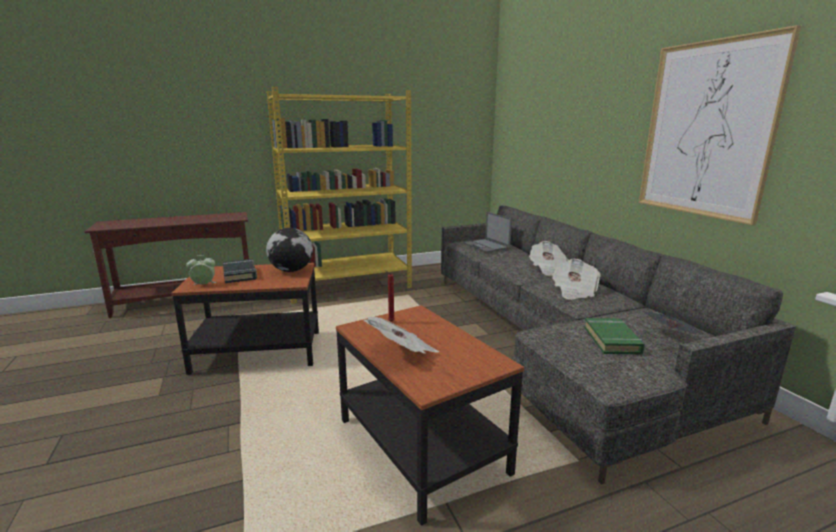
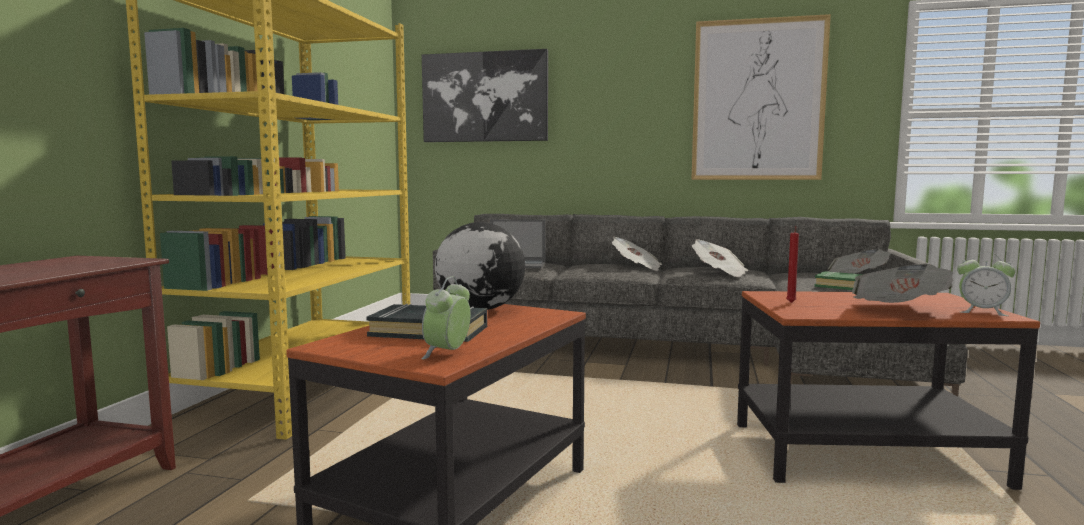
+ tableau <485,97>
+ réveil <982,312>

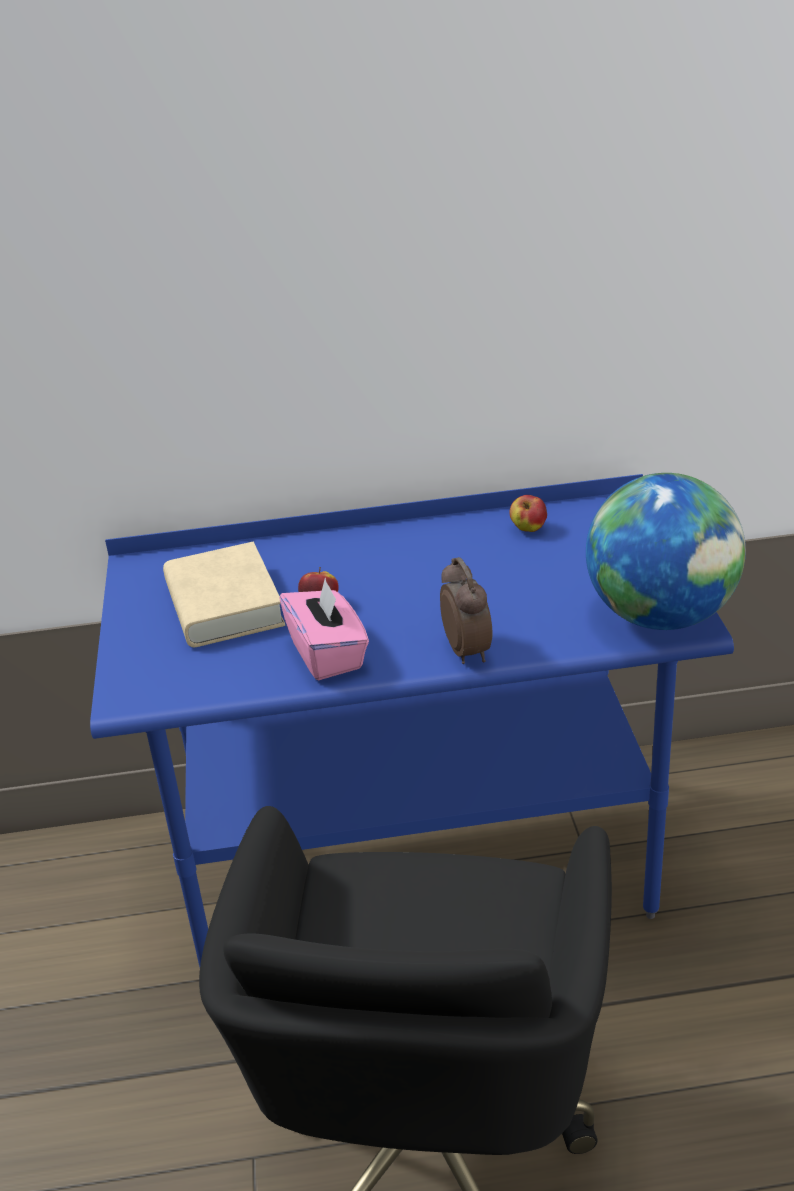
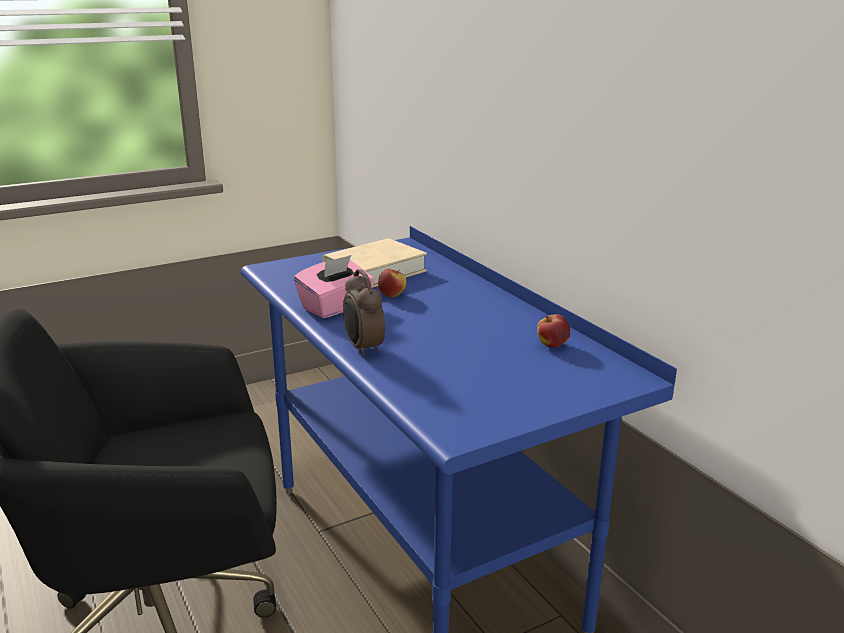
- globe <660,616>
~ réveil <468,651> = <363,348> 105 degrees clockwise

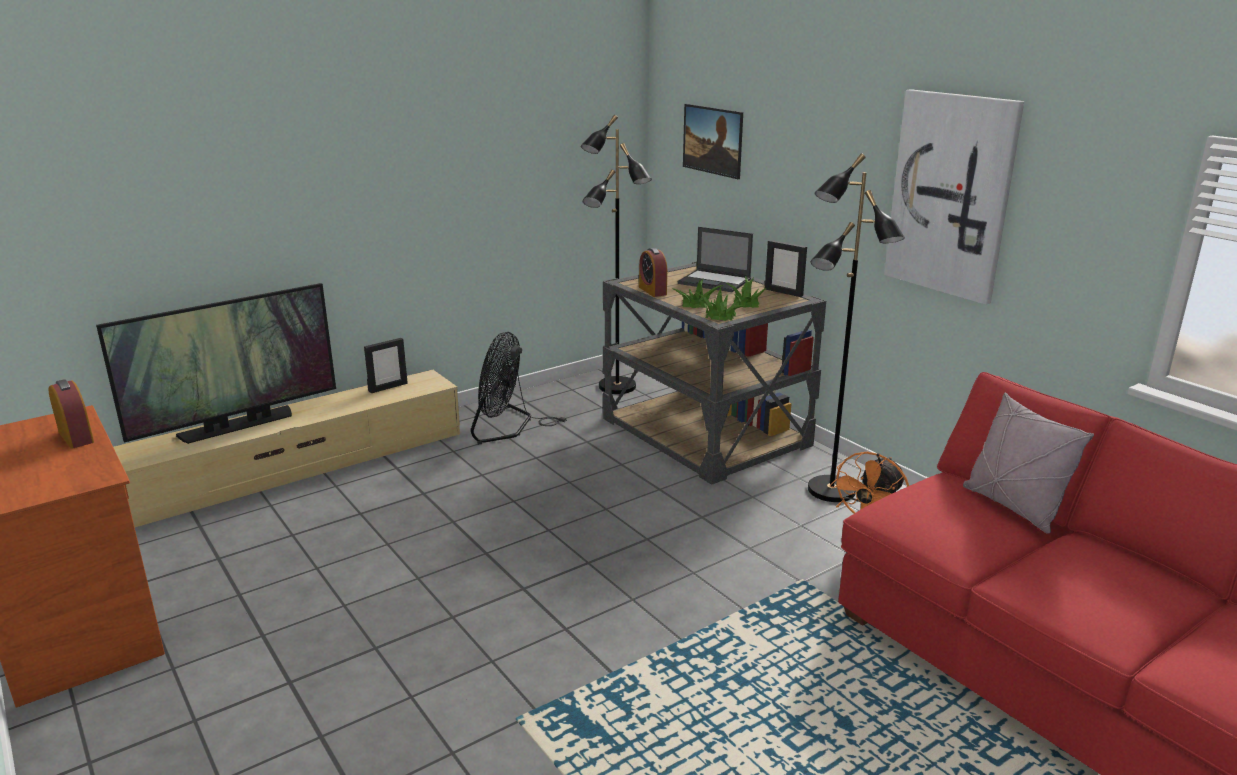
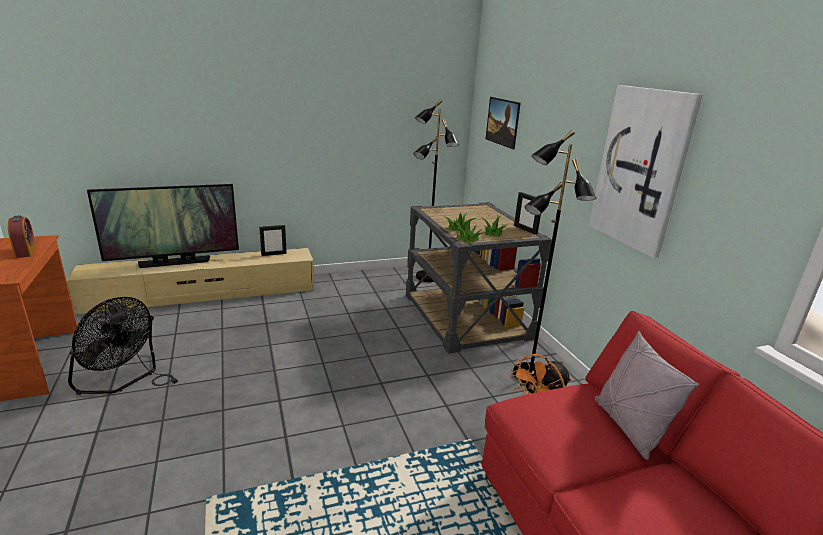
- réveil <652,291>
- ordinateur portable <715,282>
~ ventilateur [noir] <512,425> to <131,377>

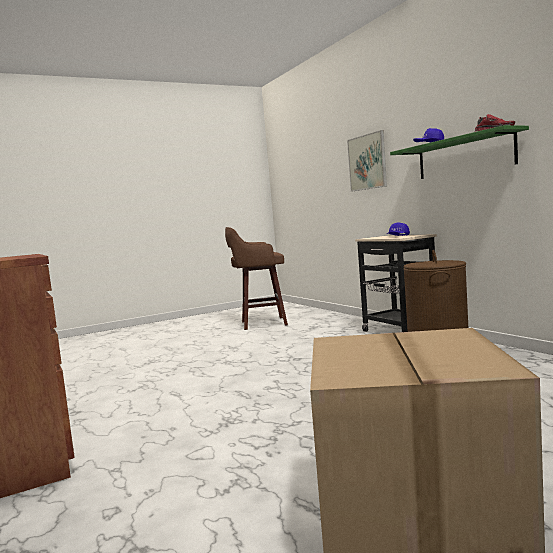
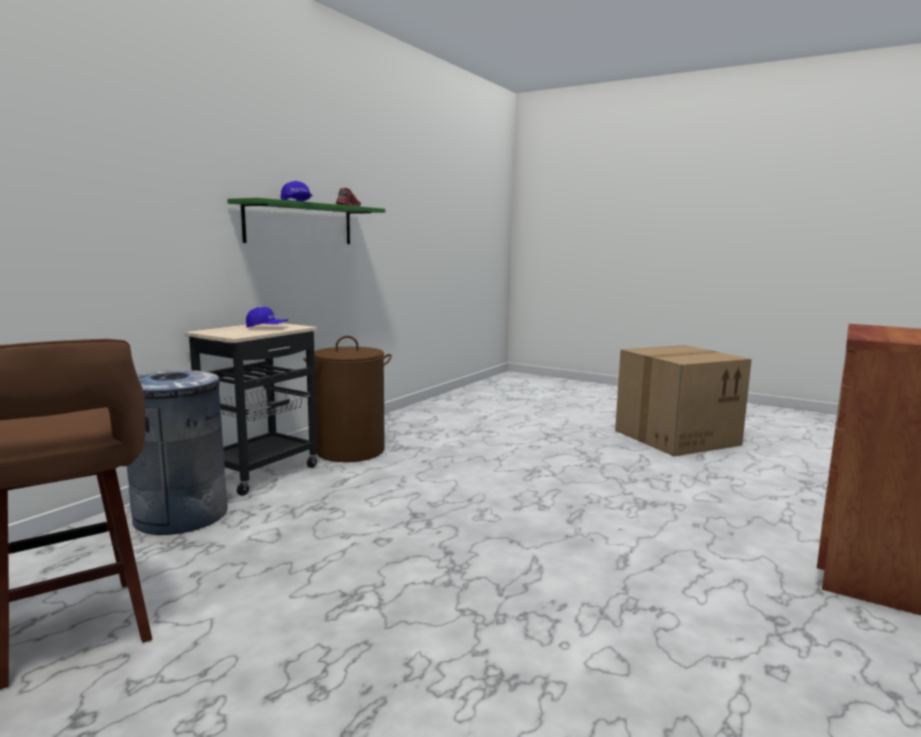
- tableau <367,162>
+ poubelle [gris] <180,516>

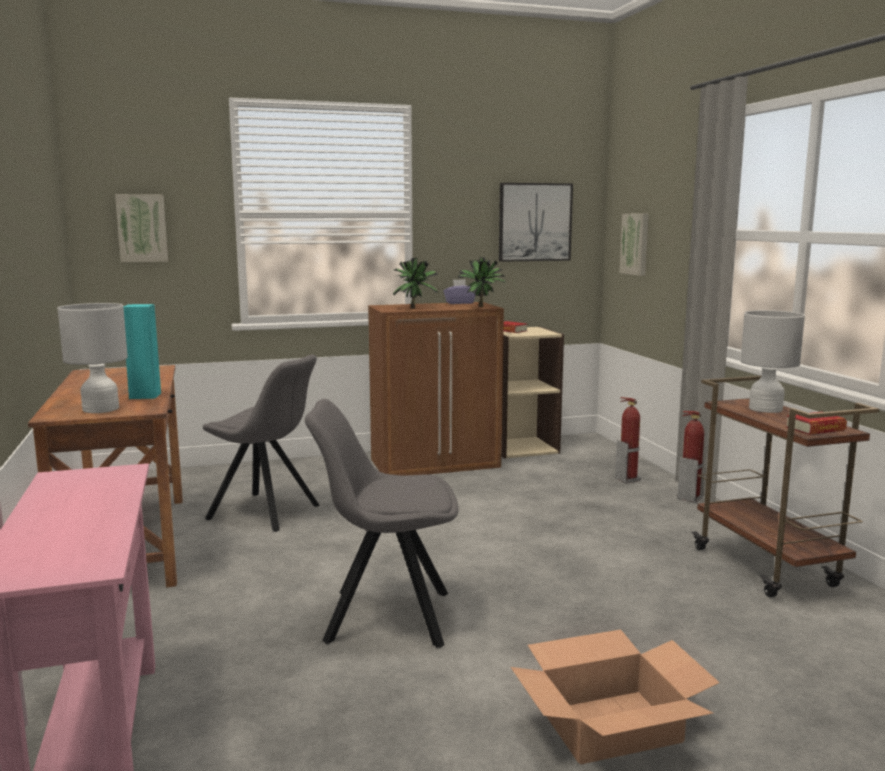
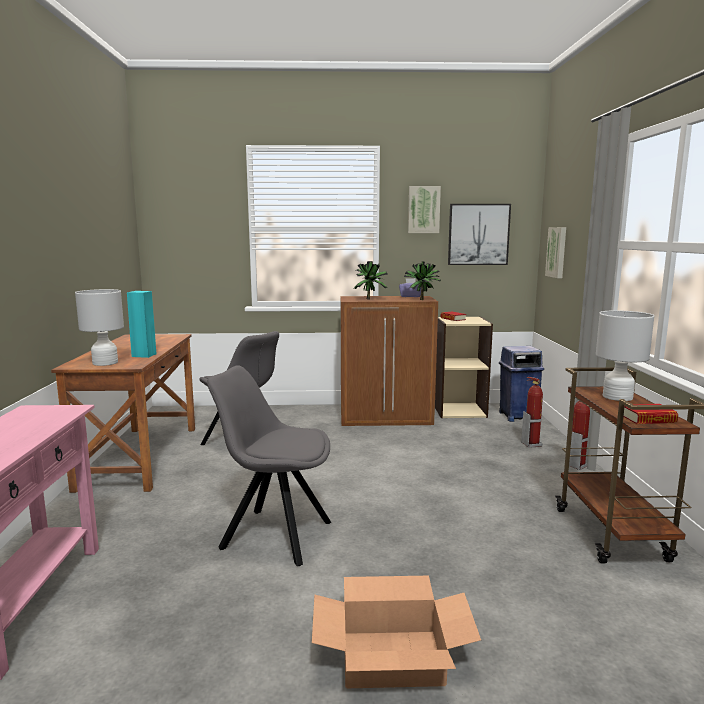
+ poubelle [bleu] <517,416>
~ tableau <142,228> to <423,209>

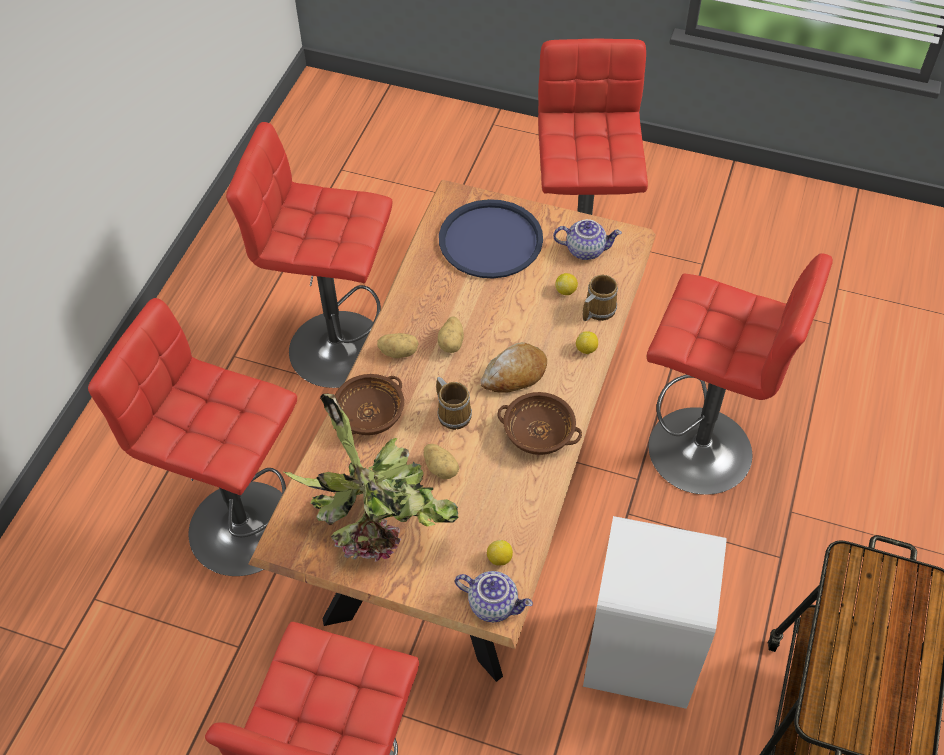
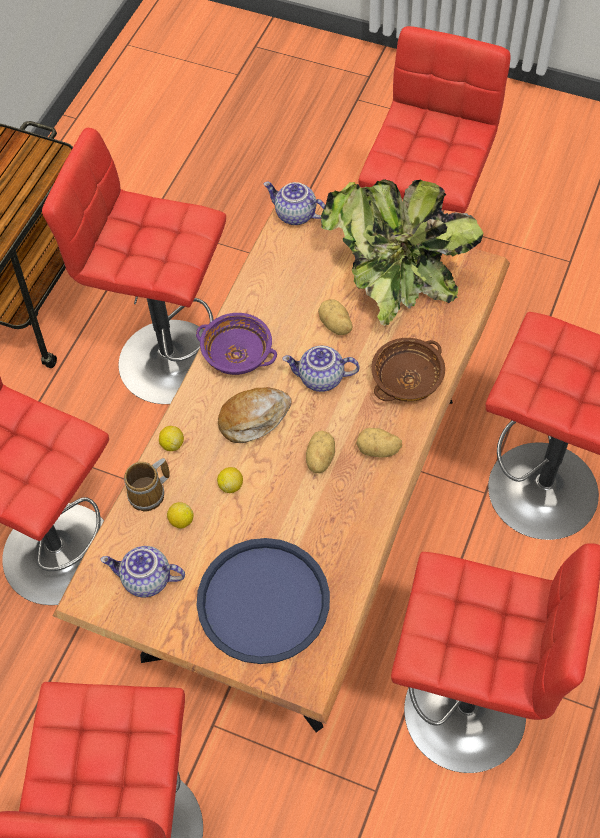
~ citron <499,559> to <231,485>
~ mug <454,413> to théière <320,379>
~ poubelle [blanc] <641,657> to tabouret [rouge] <168,360>
~ bol [marron] <538,434> to bol [violet] <238,354>

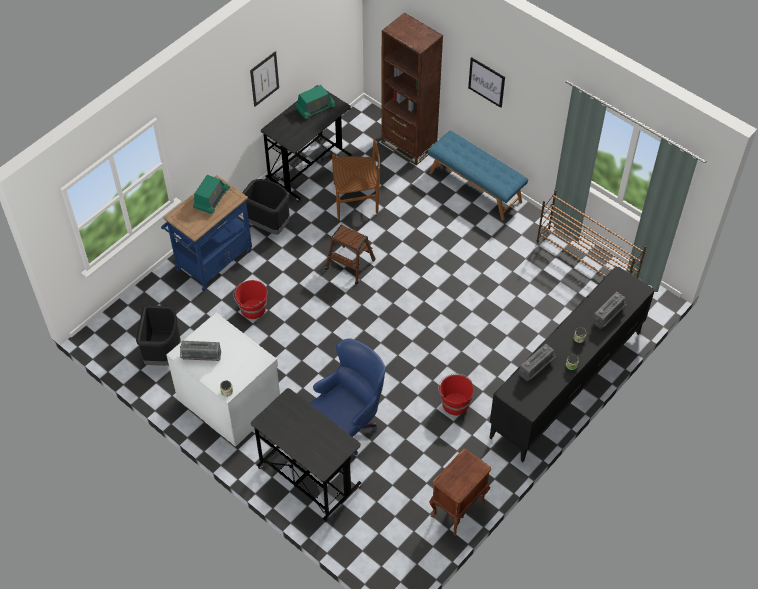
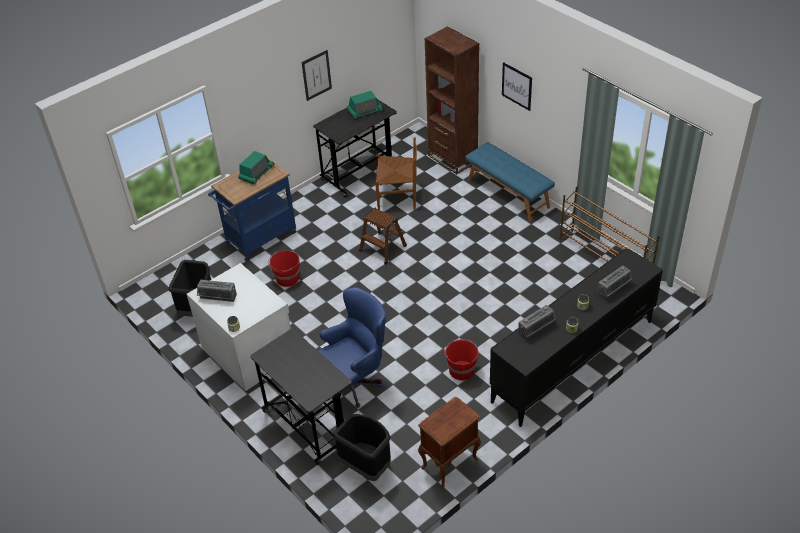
~ poubelle [noir] <268,225> to <366,466>

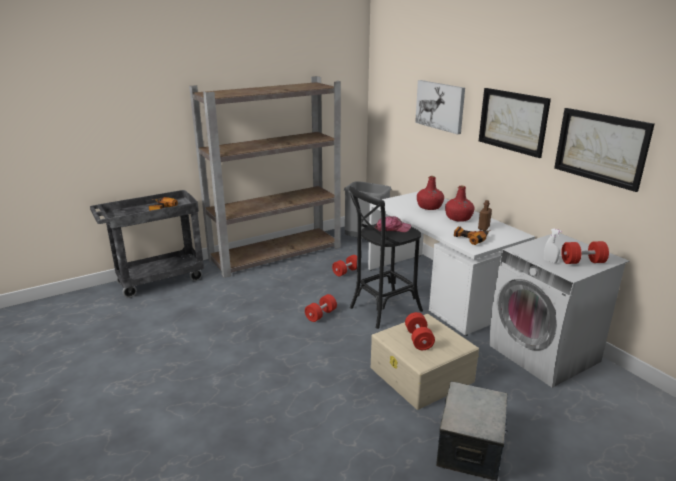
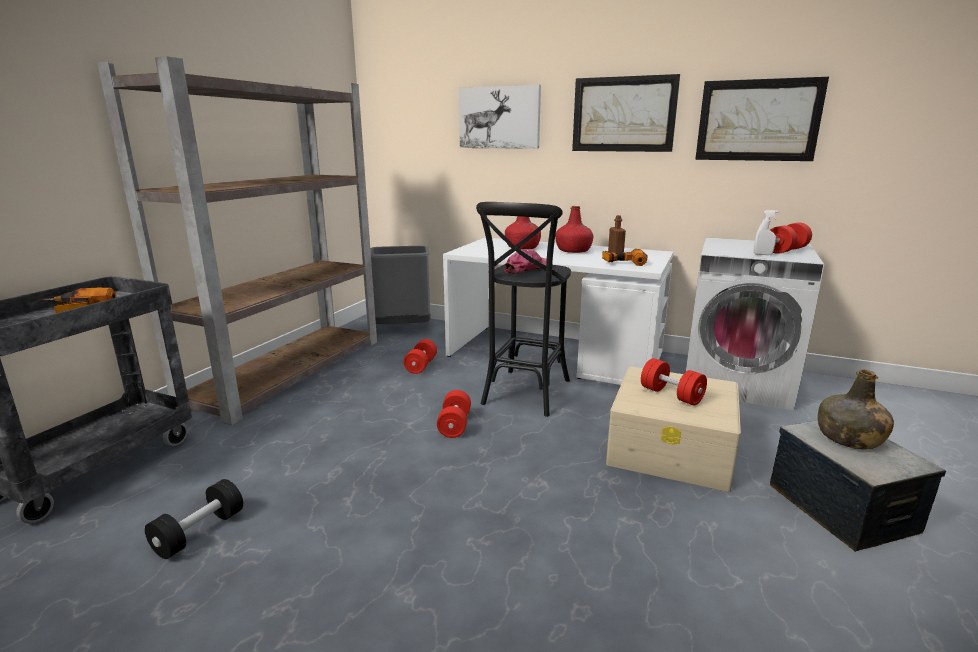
+ haltère [noir] <199,532>
+ bouteille [vert] <849,438>

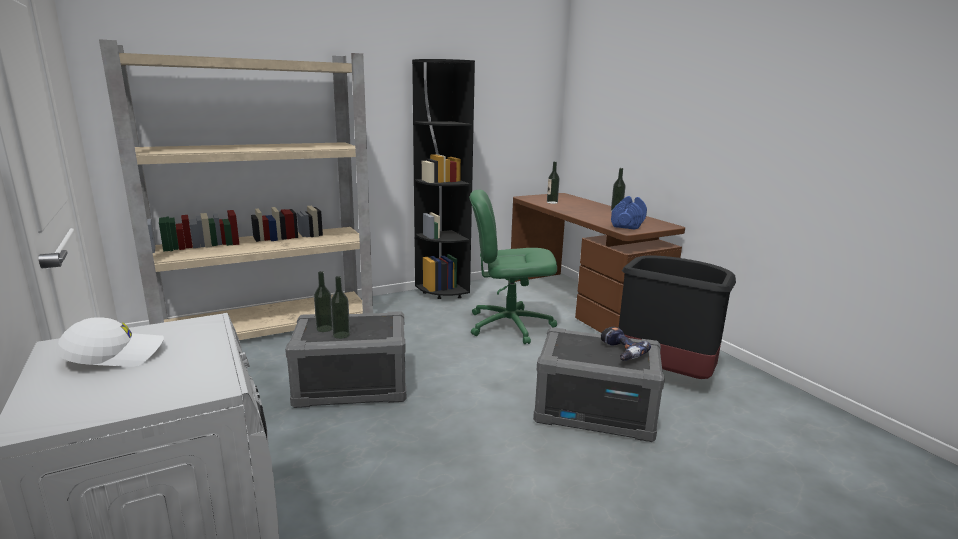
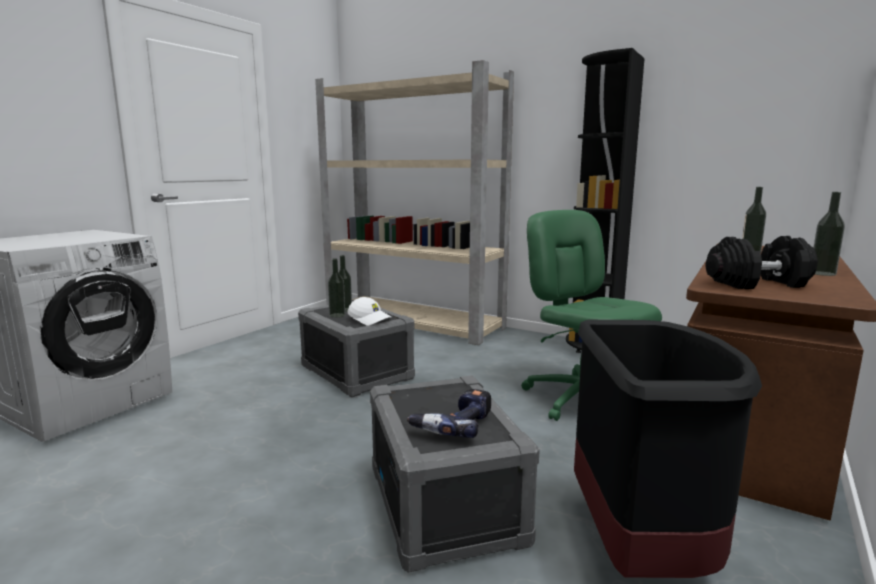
~ casquette [blanc] <115,355> to <370,319>
~ haltère [bleu] <628,224> to haltère [noir] <757,284>

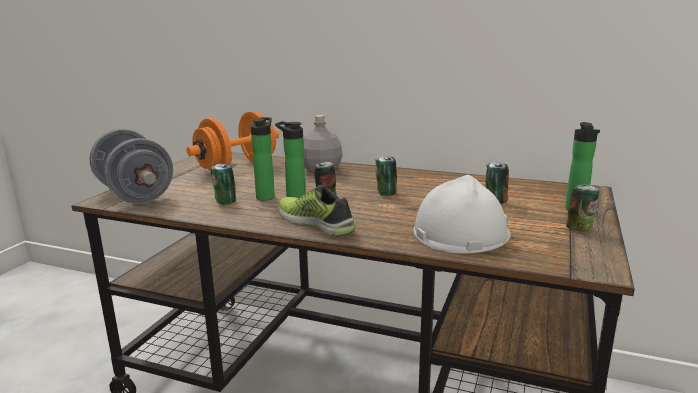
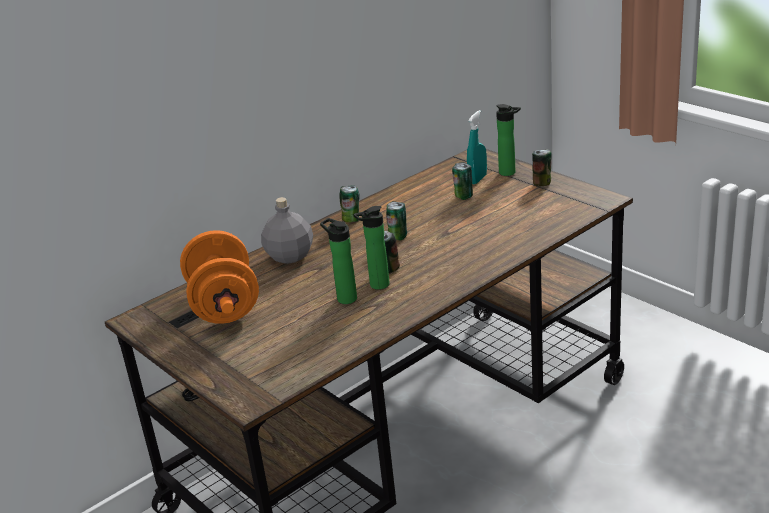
- haltère [gris] <135,195>
- chaussure <316,223>
- casque de chantier [blanc] <460,232>
+ vaporisateur [turquoise] <477,179>
~ boîte métallique <225,202> to <351,219>

